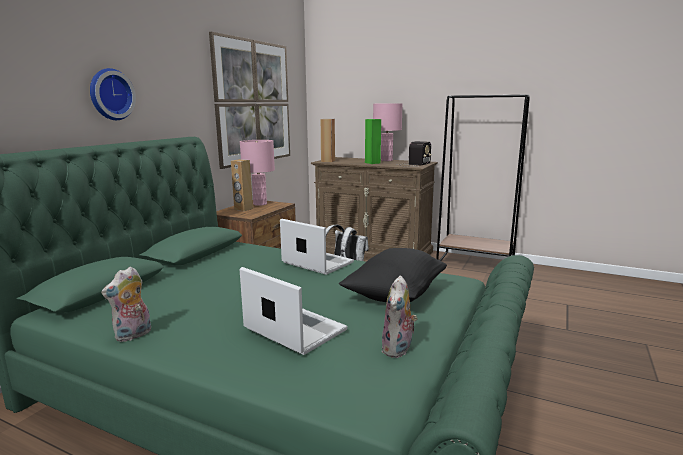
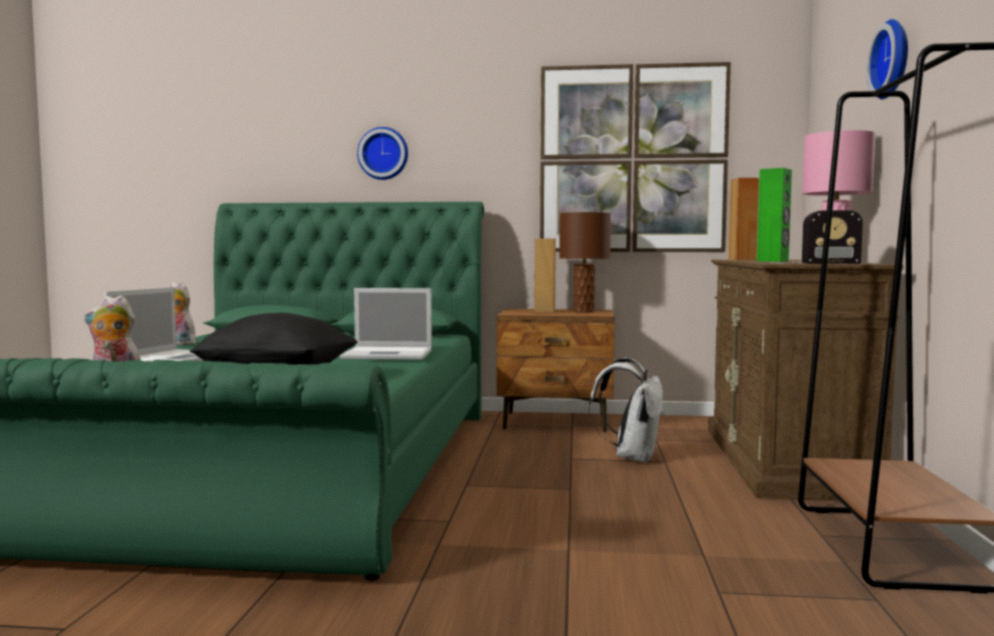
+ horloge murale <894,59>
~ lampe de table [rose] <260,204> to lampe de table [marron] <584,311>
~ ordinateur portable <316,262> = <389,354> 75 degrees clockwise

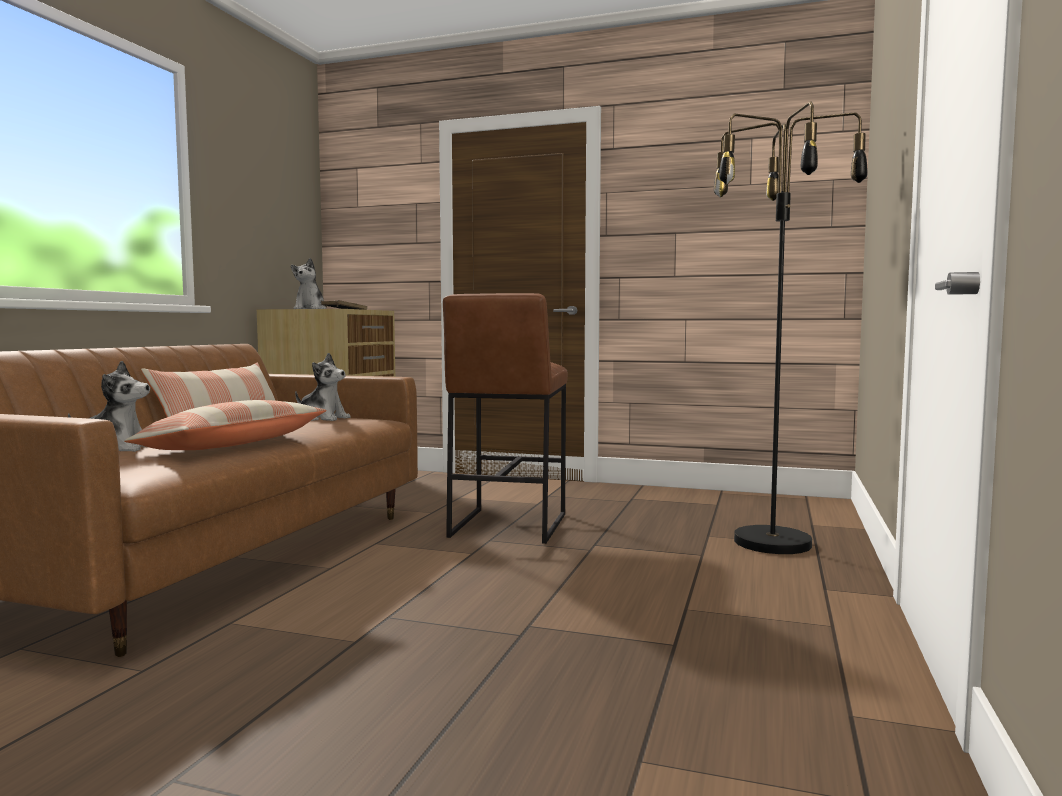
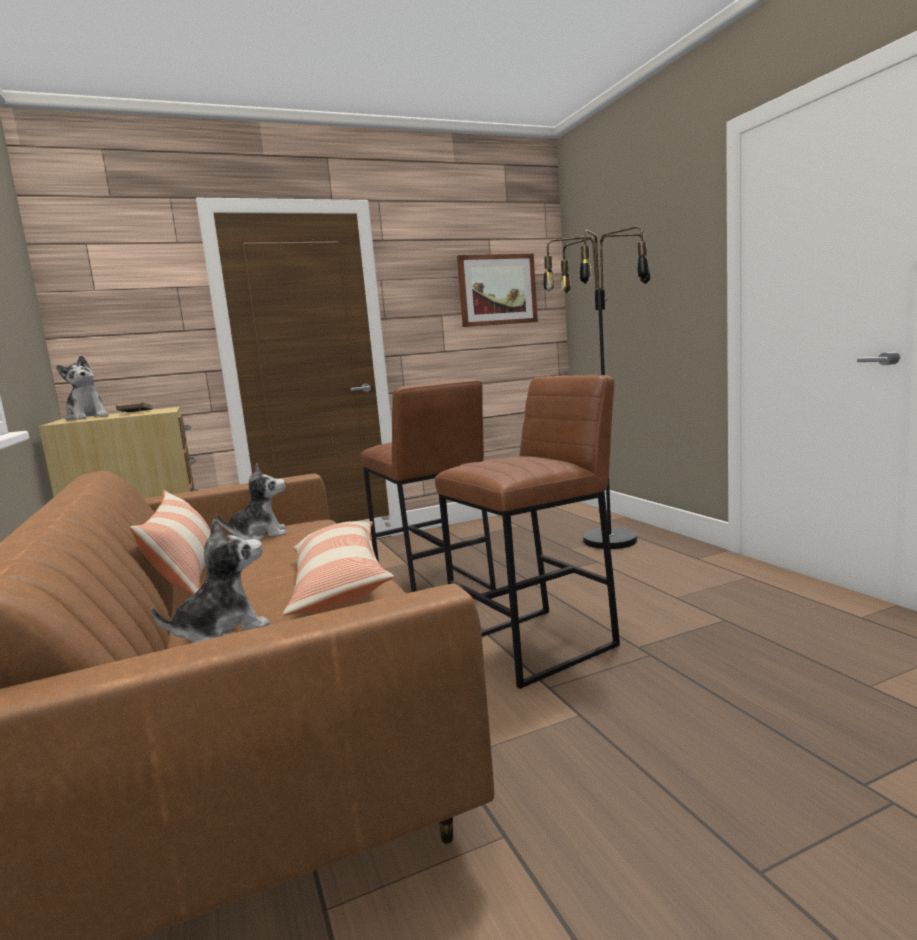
+ tabouret [marron] <537,644>
+ tableau <497,290>

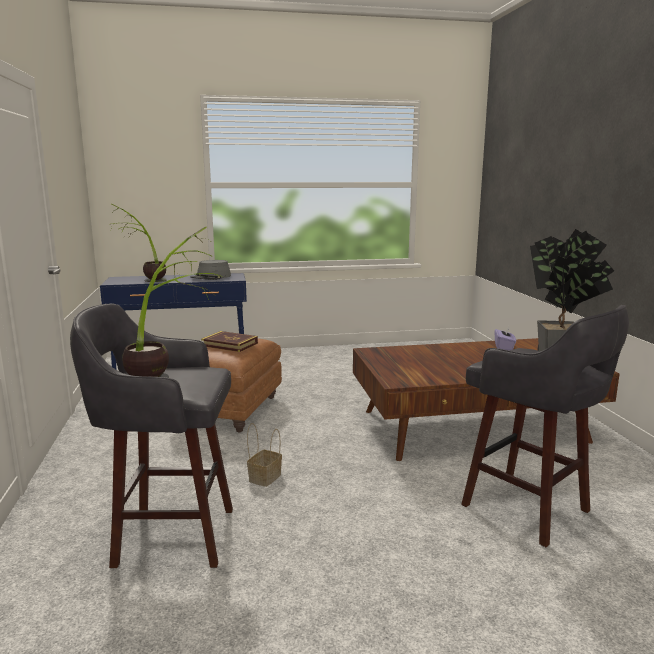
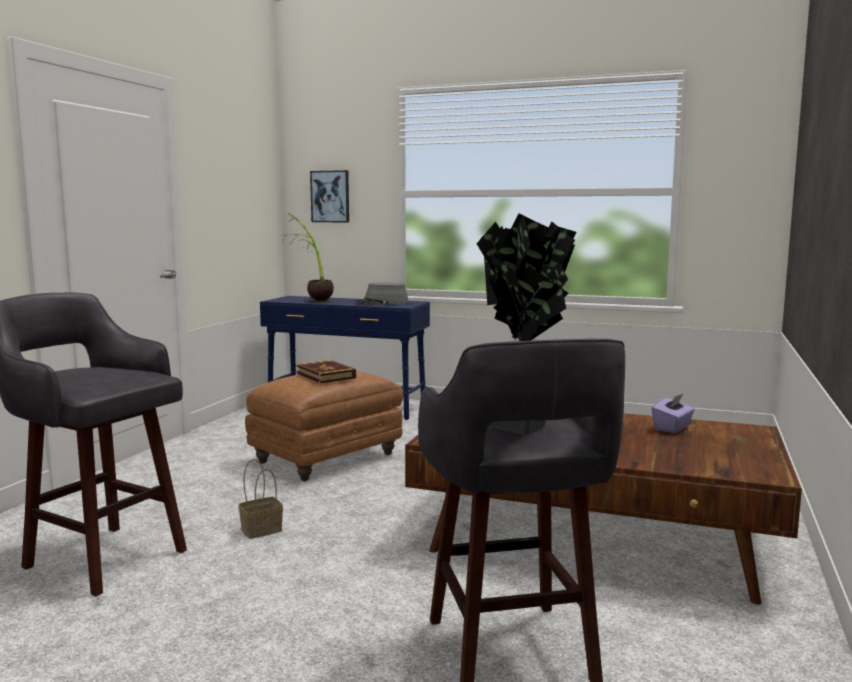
- plante en pot <171,373>
+ tableau <330,196>

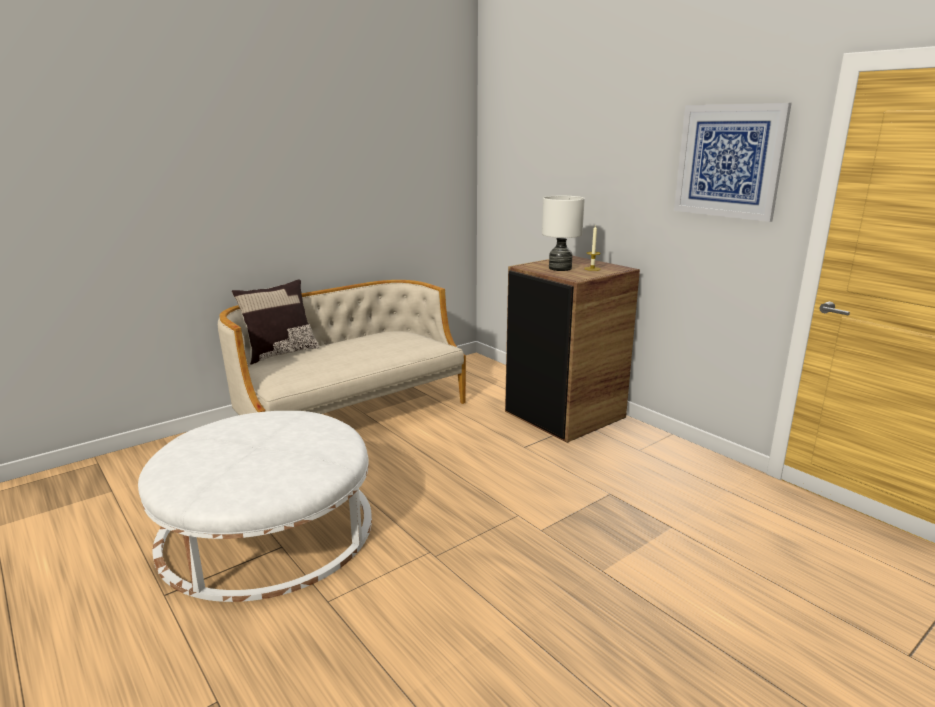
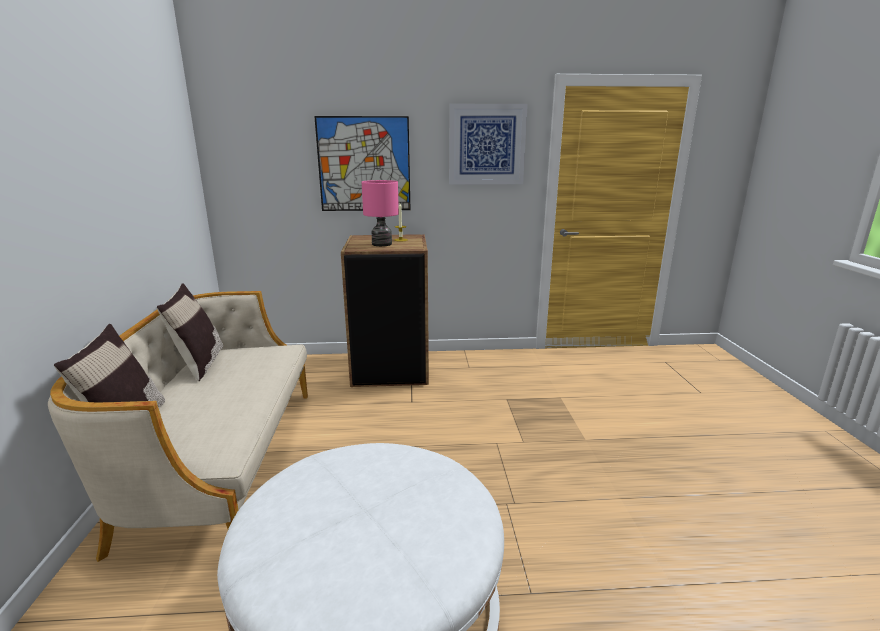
+ coussin <199,364>
+ tableau <364,164>
~ lampe de table [blanc] <560,268> to lampe de table [rose] <382,244>

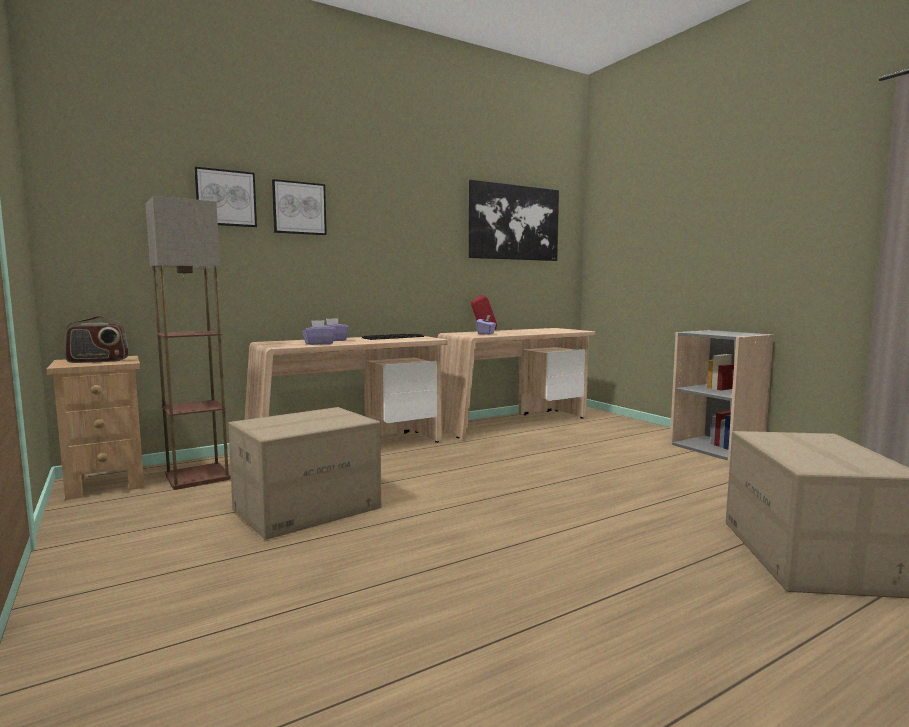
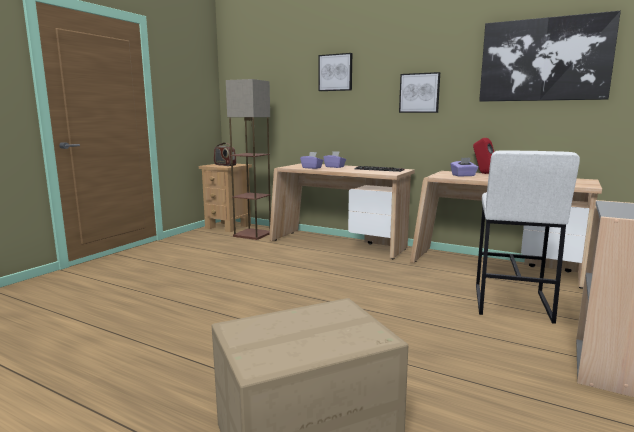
- carton <307,508>
+ tabouret [blanc] <512,304>
~ tableau <226,198> to <419,93>

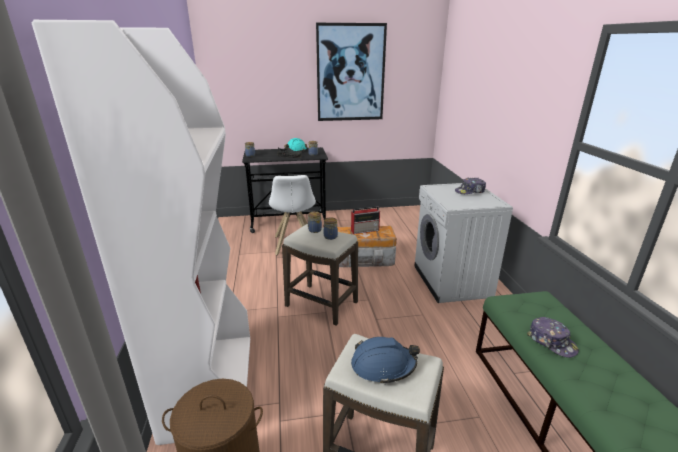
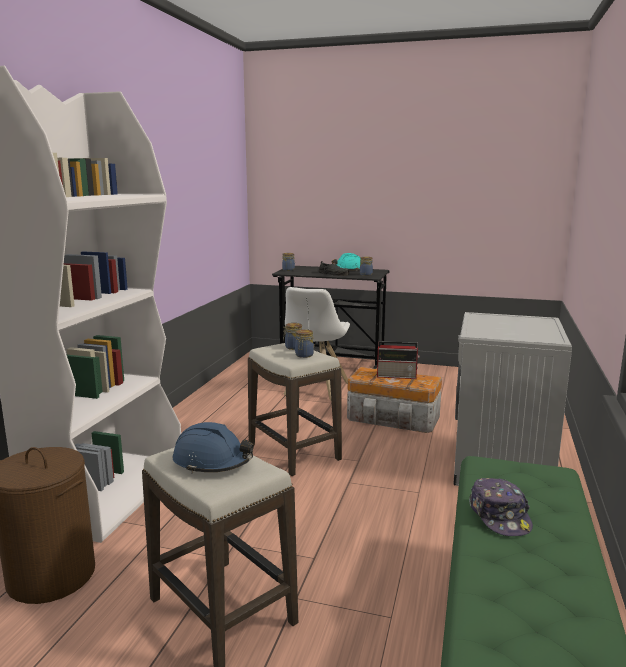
- tableau <350,73>
- casquette <470,191>

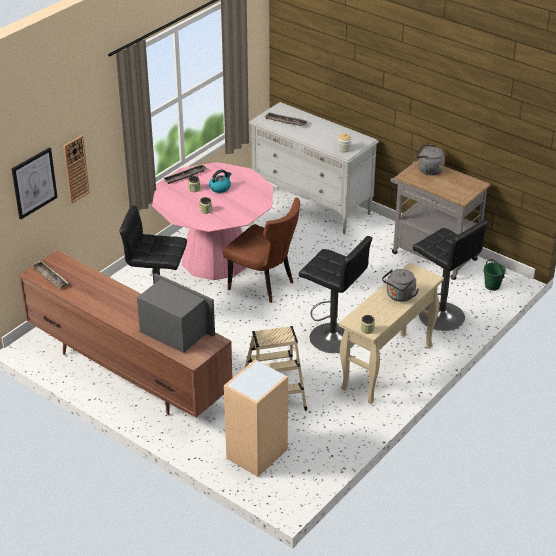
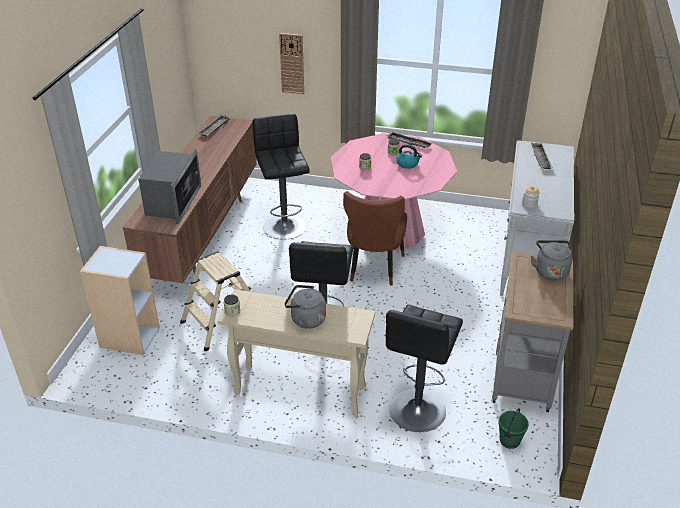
- tableau <34,183>

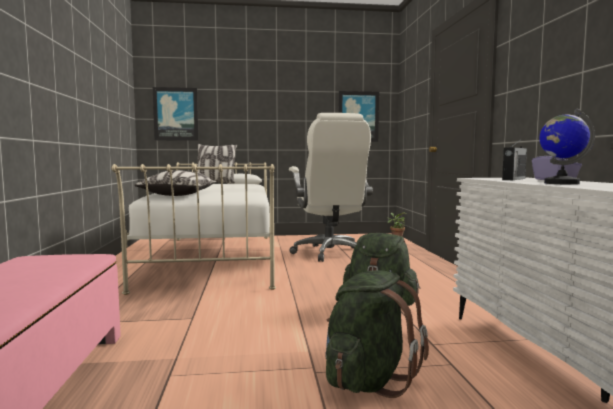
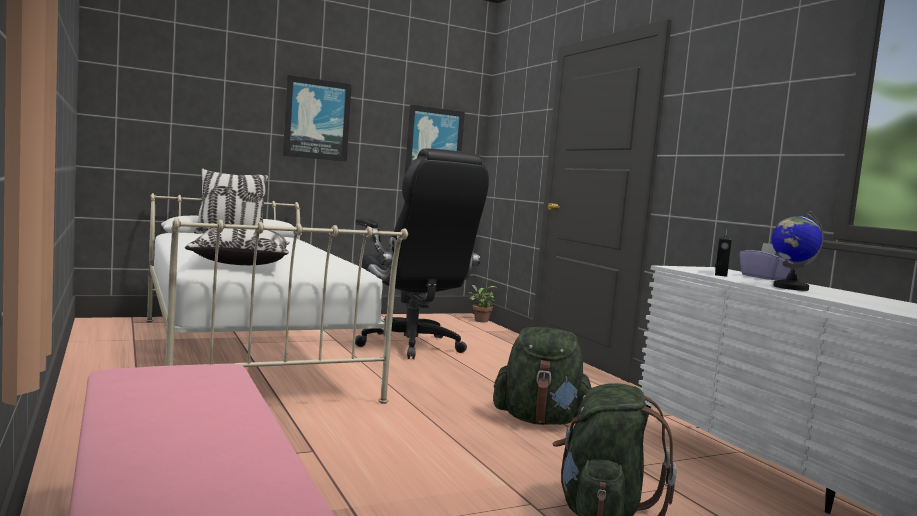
~ tableau <176,114> to <317,119>
~ chaise de bureau [blanc] <329,253> to chaise de bureau [noir] <411,346>

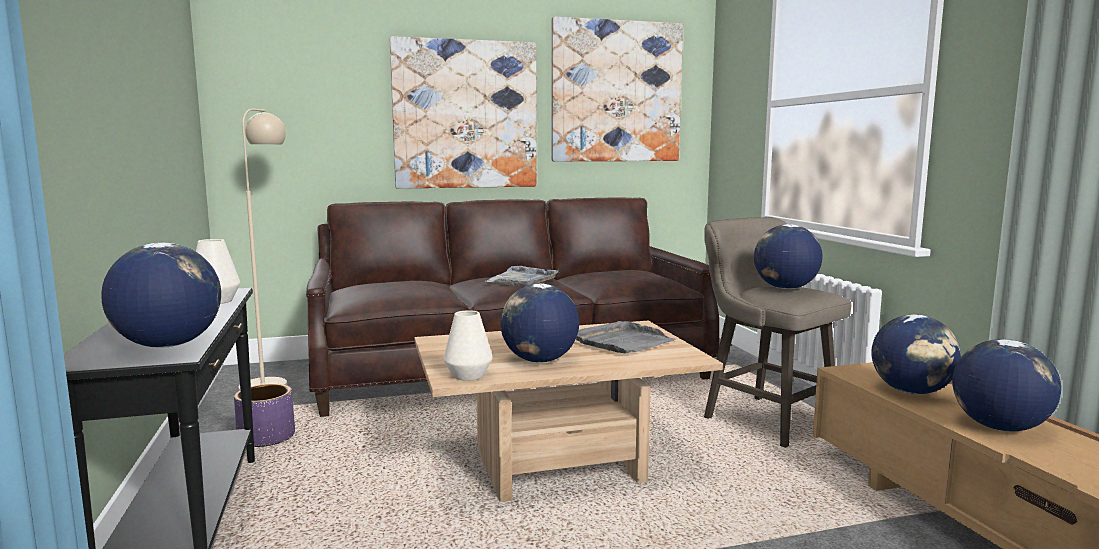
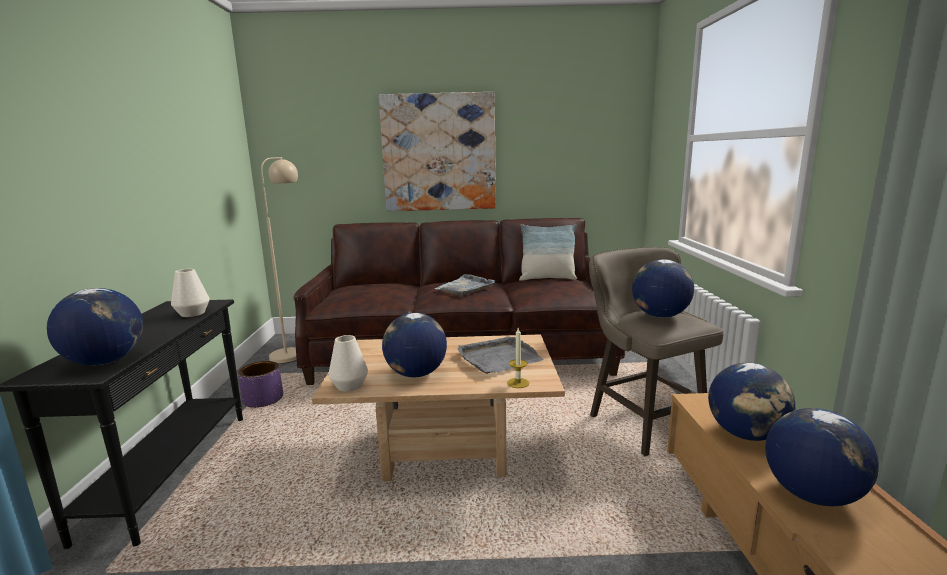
- tableau <616,92>
+ bougie <518,383>
+ coussin <547,278>

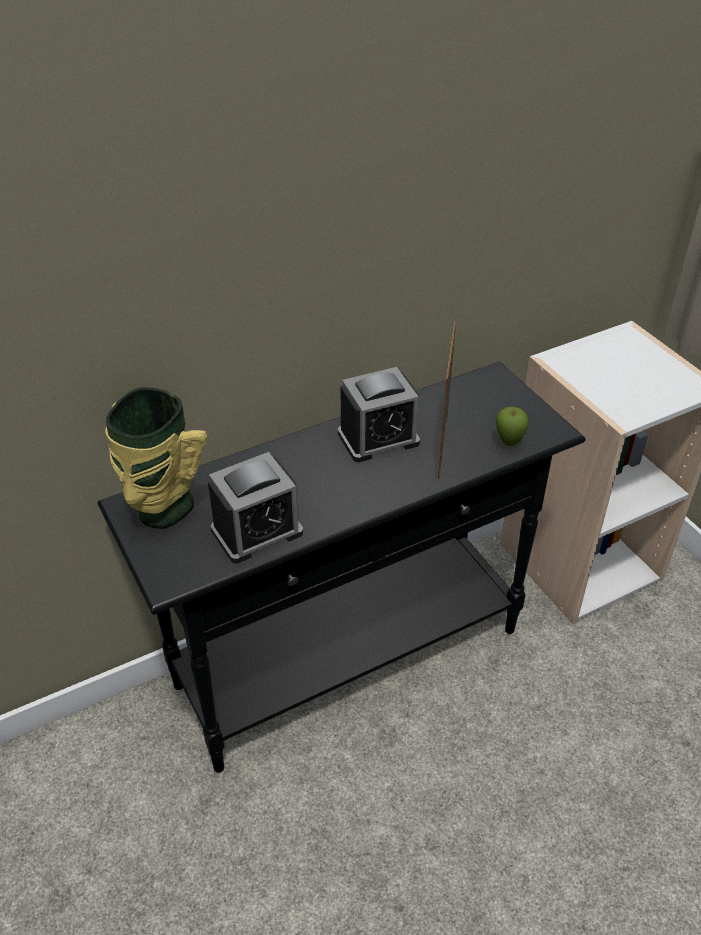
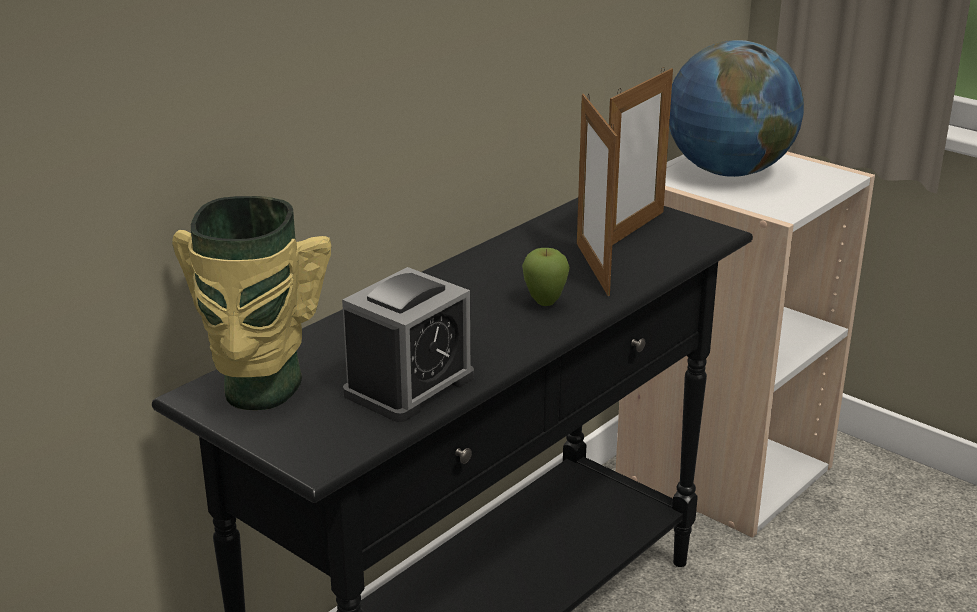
- réveil <378,438>
+ cadre photo <633,230>
+ globe <728,171>
~ pomme <509,443> to <545,304>

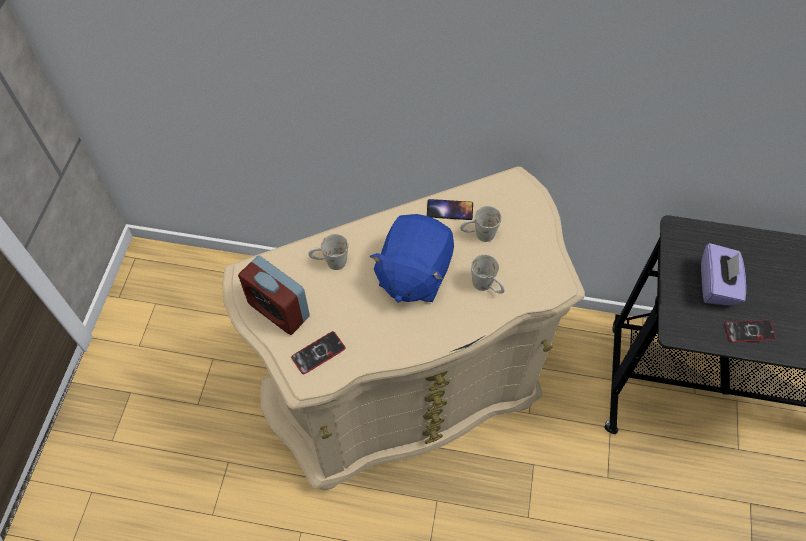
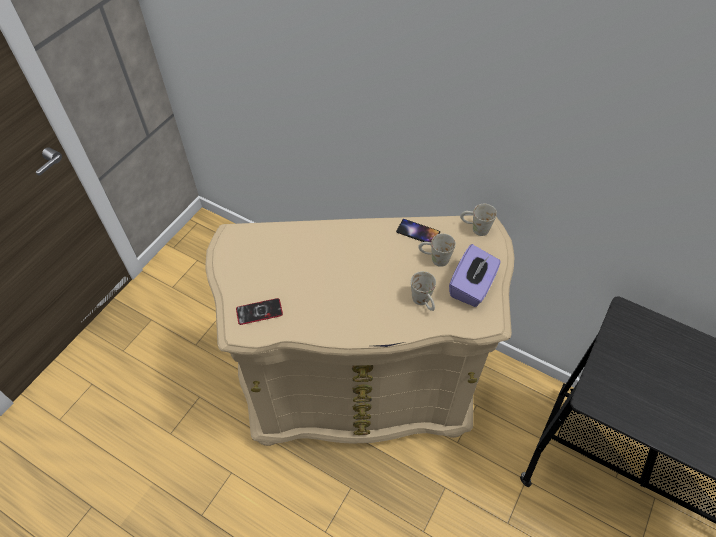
- réveil <279,310>
- peluche [bleu] <413,273>
- téléphone <749,331>
~ mug [blanc] <330,262> to <475,228>
~ boîte à mouchoirs [violet] <716,285> to <472,286>

